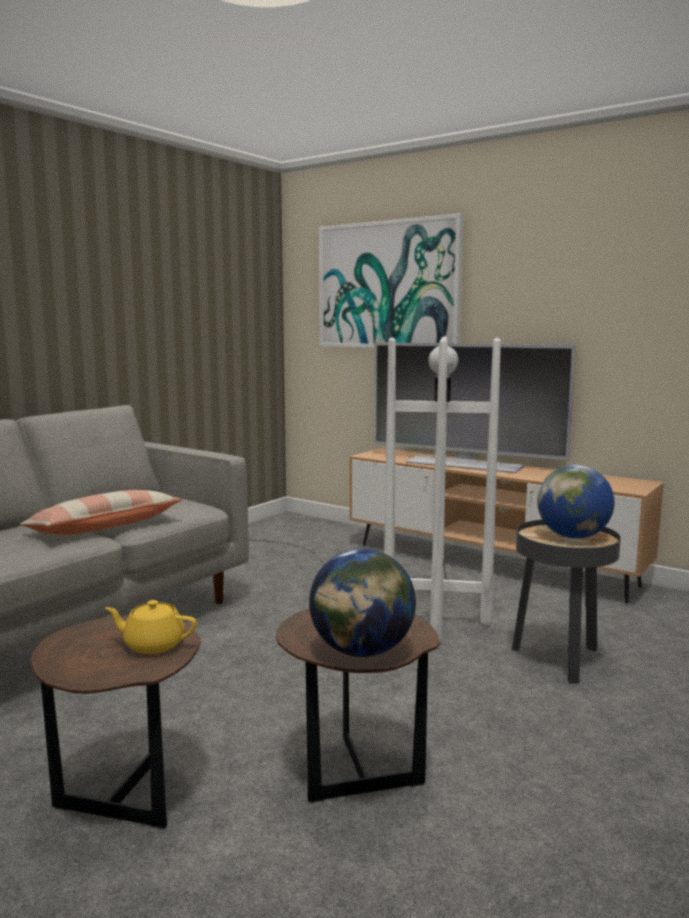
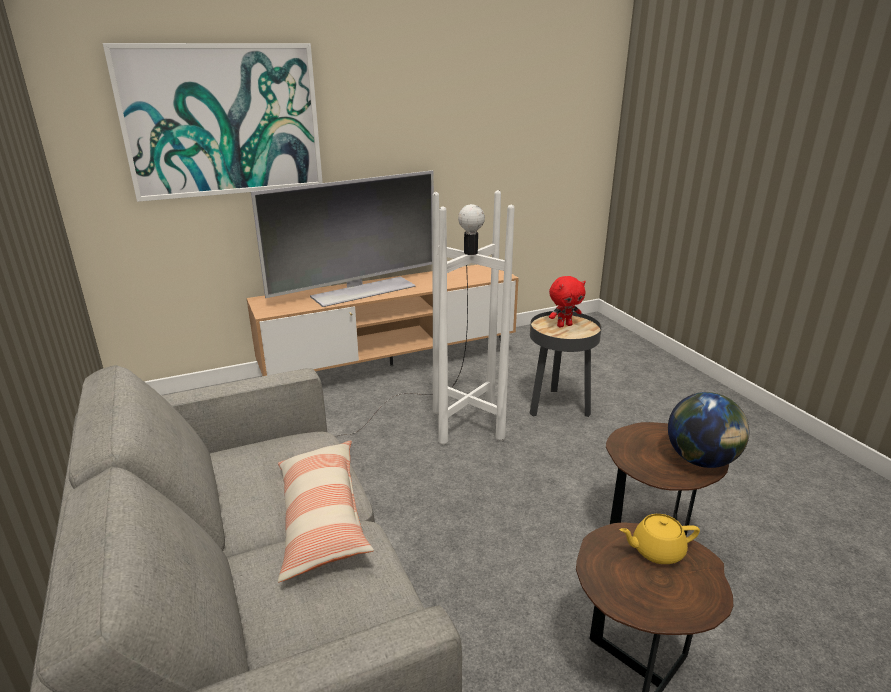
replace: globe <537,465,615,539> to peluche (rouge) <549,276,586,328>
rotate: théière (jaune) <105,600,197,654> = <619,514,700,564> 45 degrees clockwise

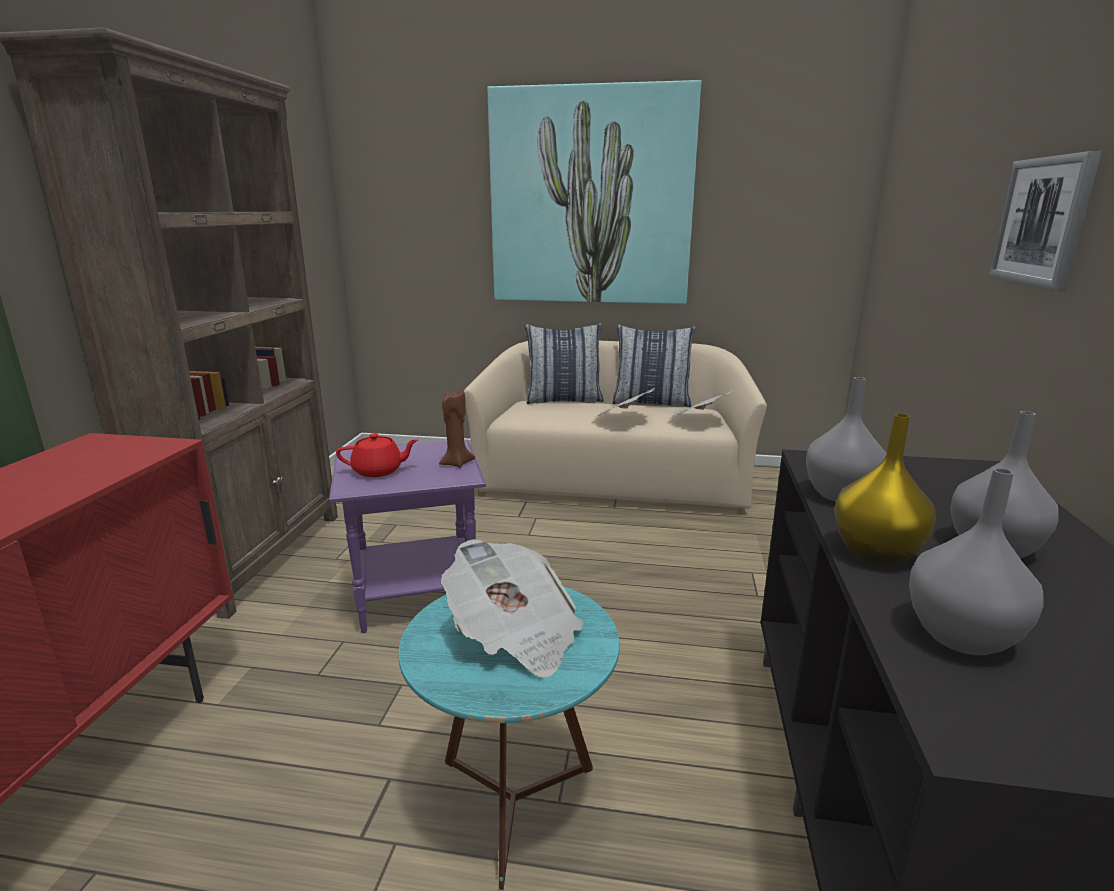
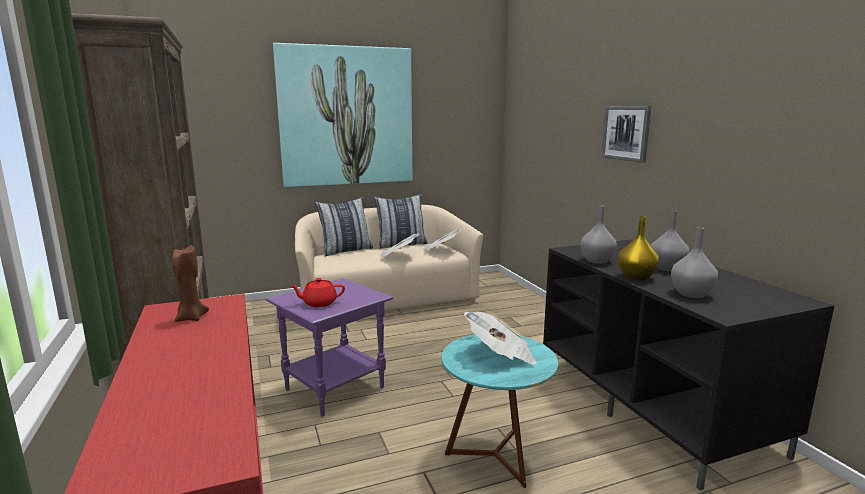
move: bougie (marron) <439,390,475,468> to <172,245,209,322>
rotate: théière (rouge) <336,433,418,477> = <289,278,345,307> 150 degrees counterclockwise

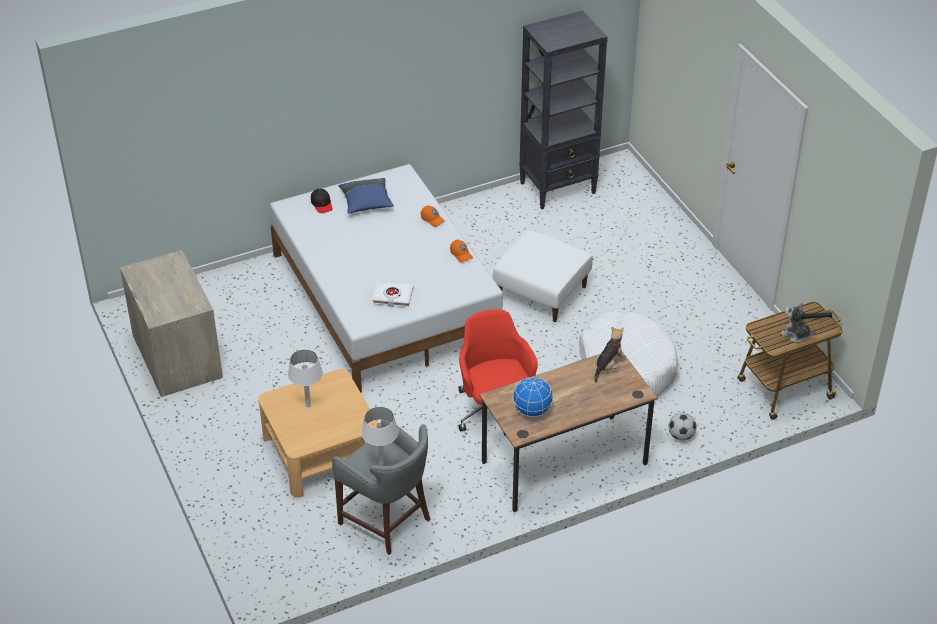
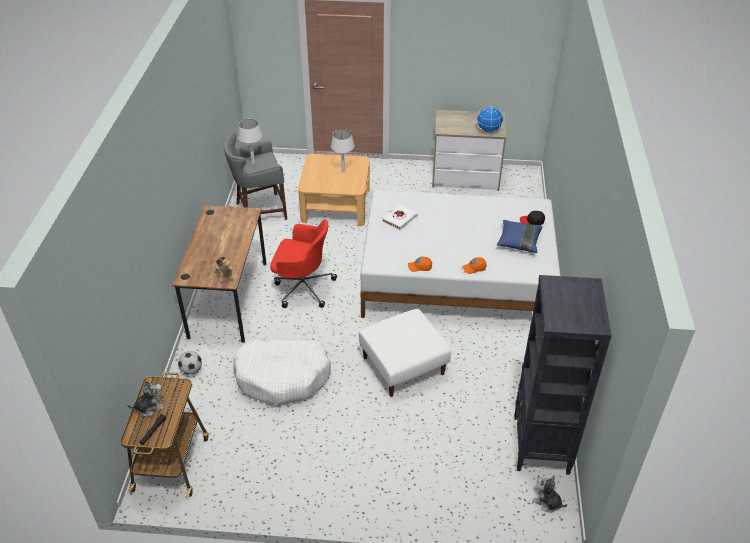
insert: peluche <533,475,567,513>
move: globe <513,377,553,417> to <477,106,503,133>

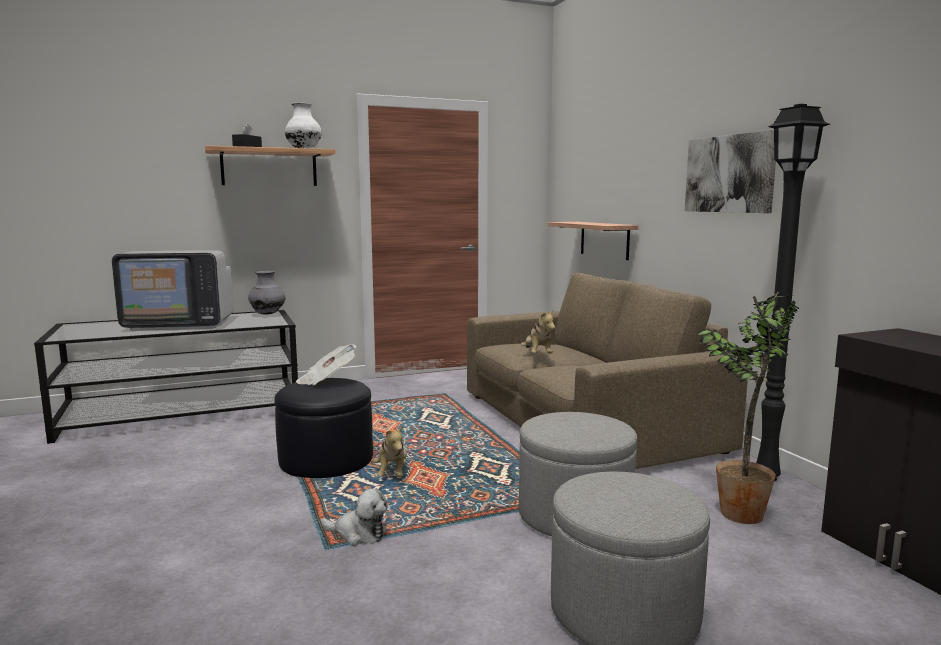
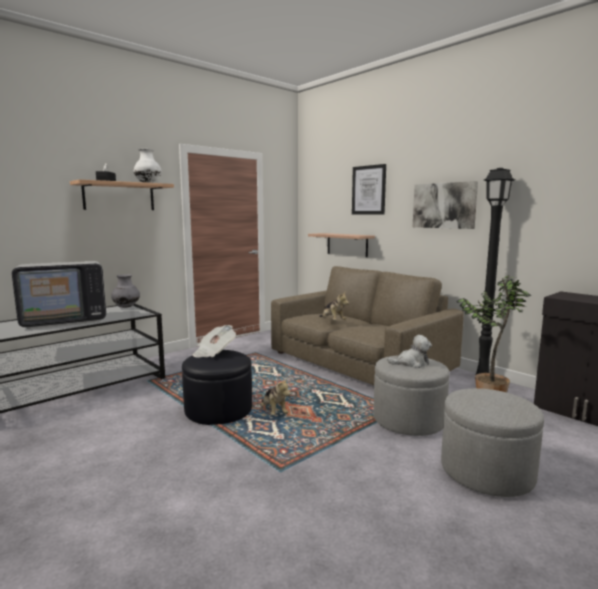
insert: tableau <352,164,386,215>
move: peluche <321,488,387,546> to <387,335,432,368>

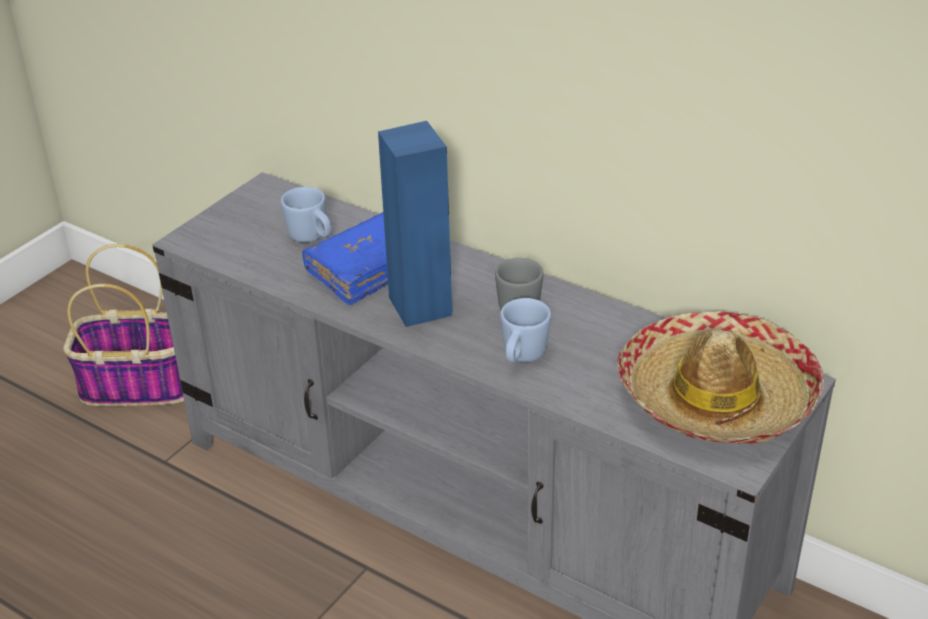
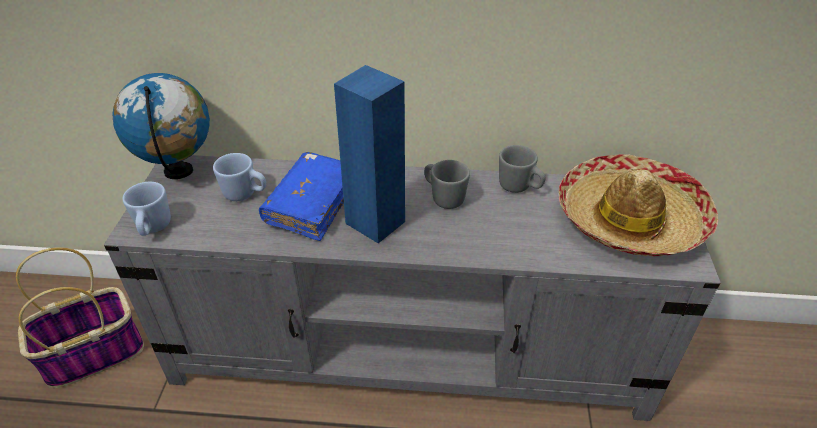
insert: globe <112,73,210,179>; mug (gris) <499,145,546,193>
move: mug (bleu) <500,298,551,362> to <122,182,171,236>

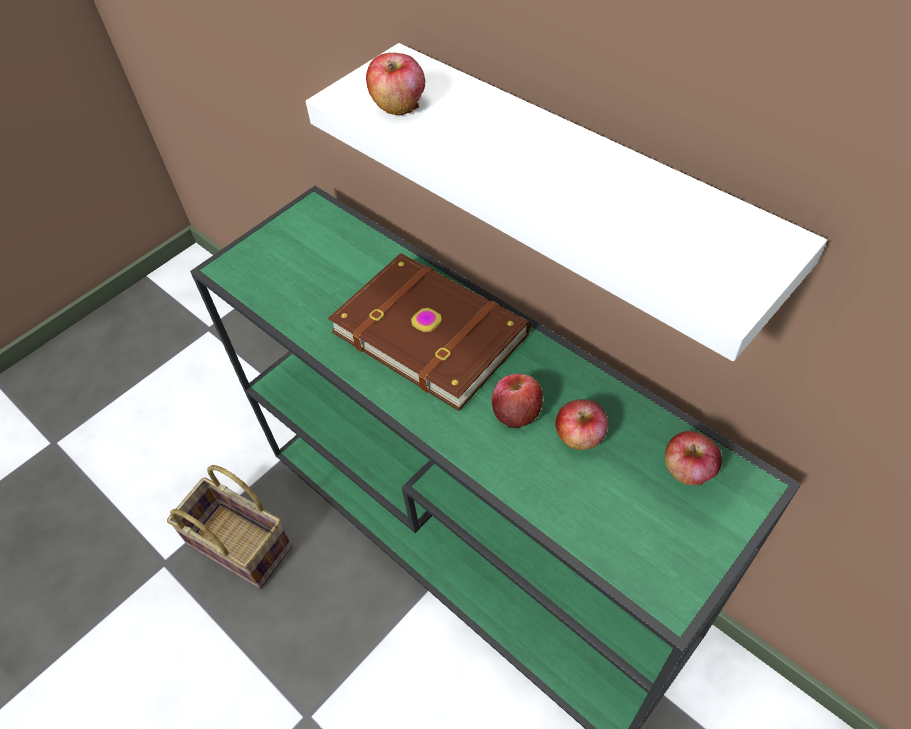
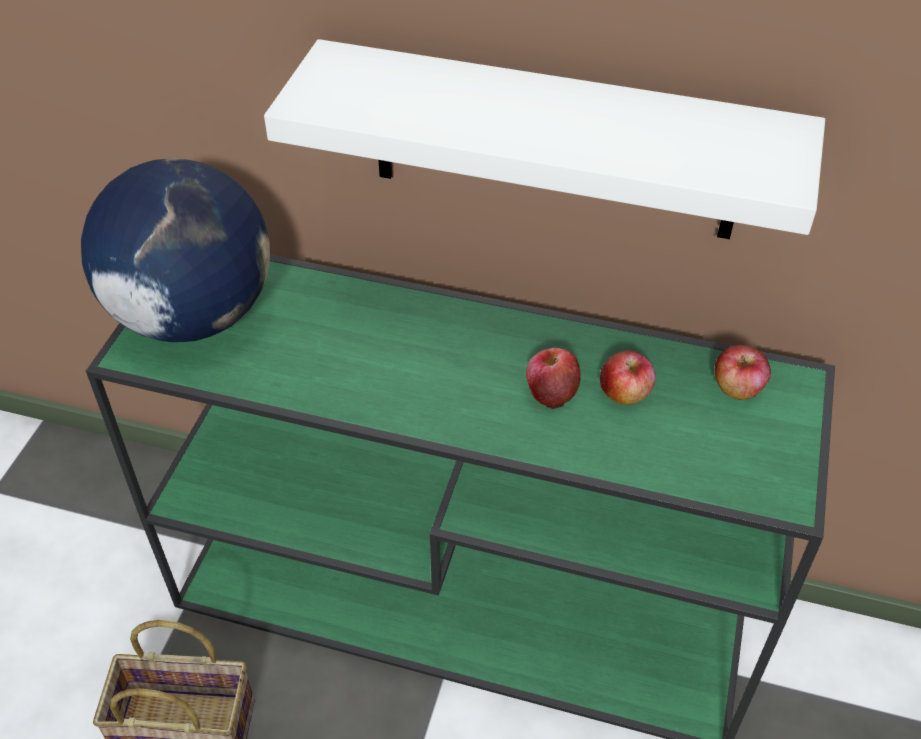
delete: livre (marron) <328,253,530,411>; pomme <366,53,425,115>
insert: globe <81,158,270,342>

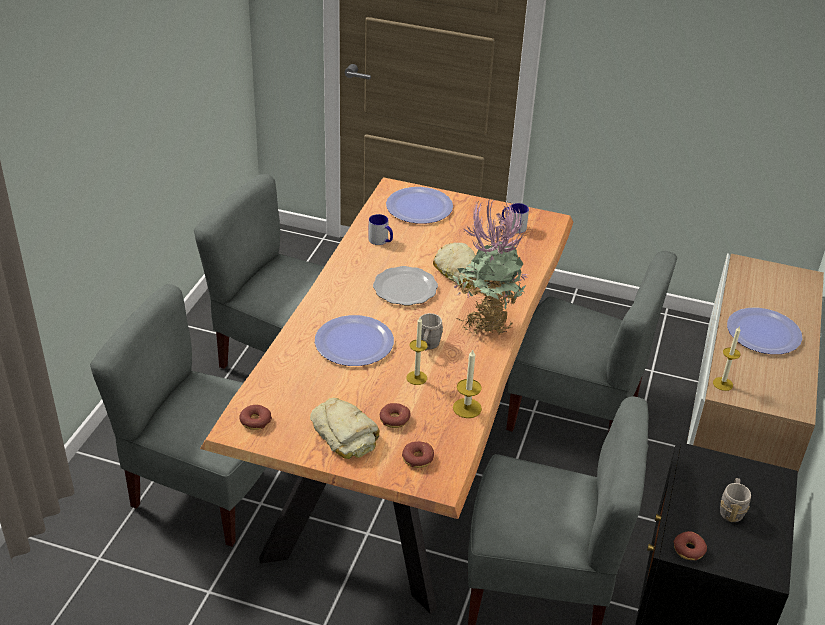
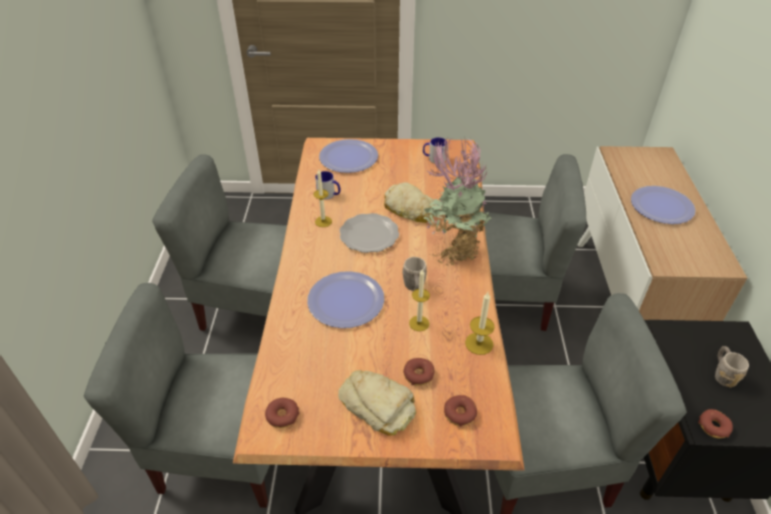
move: bougie <713,327,740,391> to <313,169,332,227>

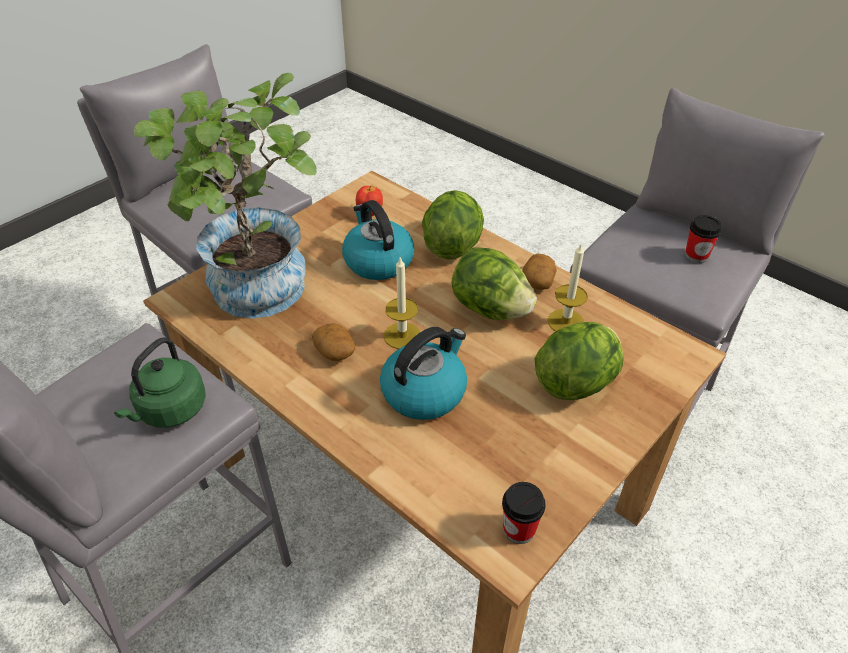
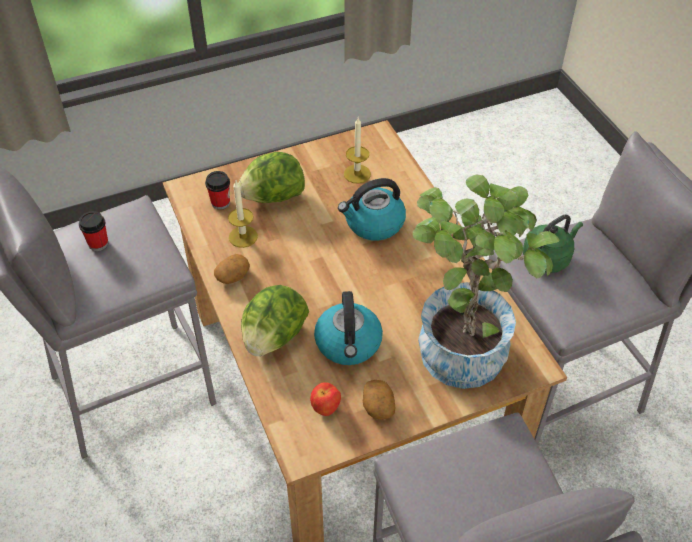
delete: laitue <451,247,537,320>
move: pomme de terre <312,323,355,361> to <363,380,395,420>; bougie <384,257,420,349> to <344,118,371,184>; tasse <502,482,546,544> to <205,171,230,210>

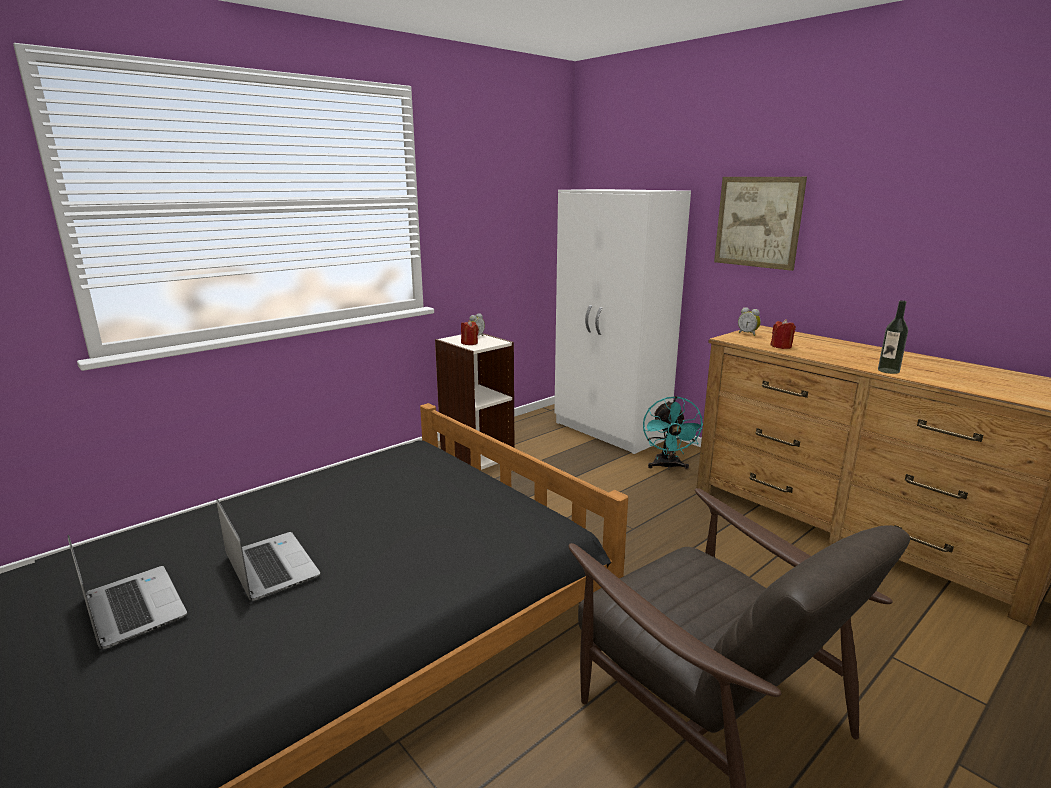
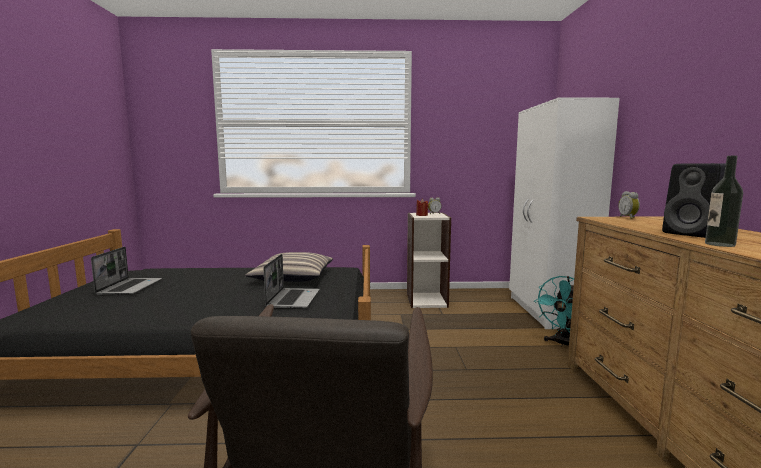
delete: tableau <714,177,807,271>; bougie (rouge) <771,319,796,349>
insert: coussin <245,252,333,282>; enceinte (noir) <662,163,726,238>
move: ordinateur portable <217,499,320,601> to <264,254,320,309>

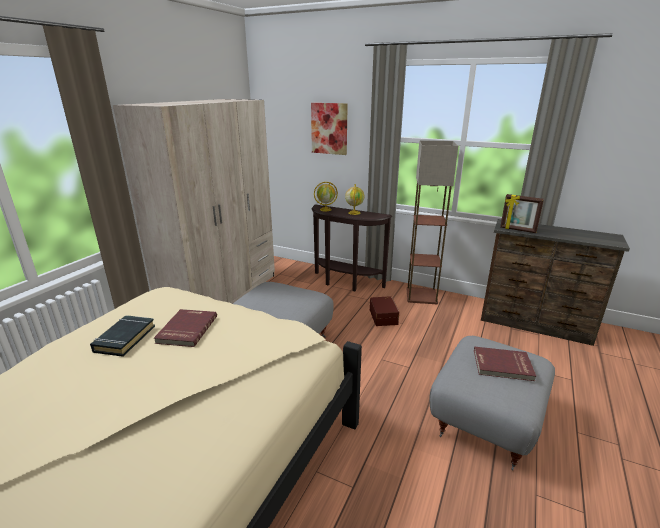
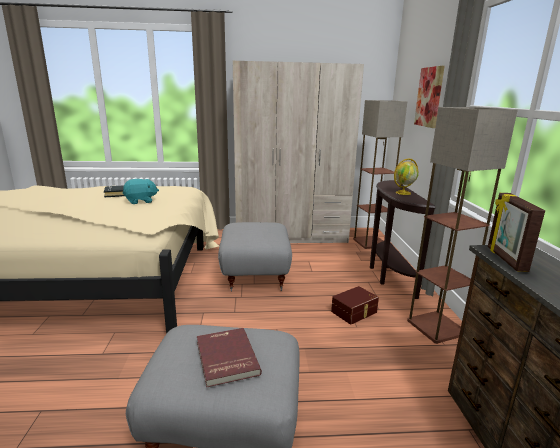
delete: globe <314,182,338,211>
insert: lampadaire <353,100,407,249>
replace: livre (rouge) <154,309,217,347> to peluche (turquoise) <122,179,159,204>

